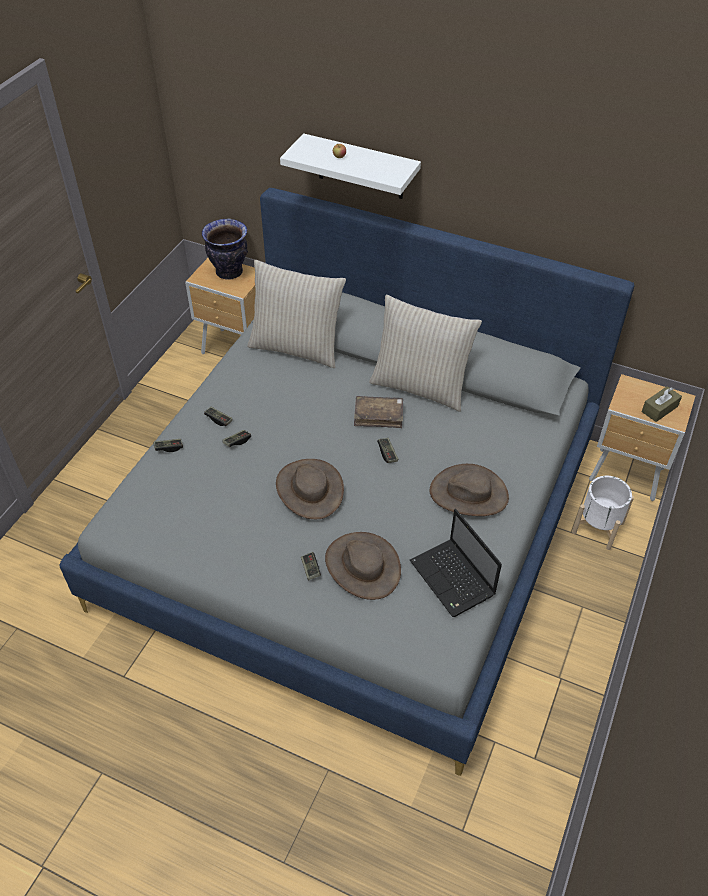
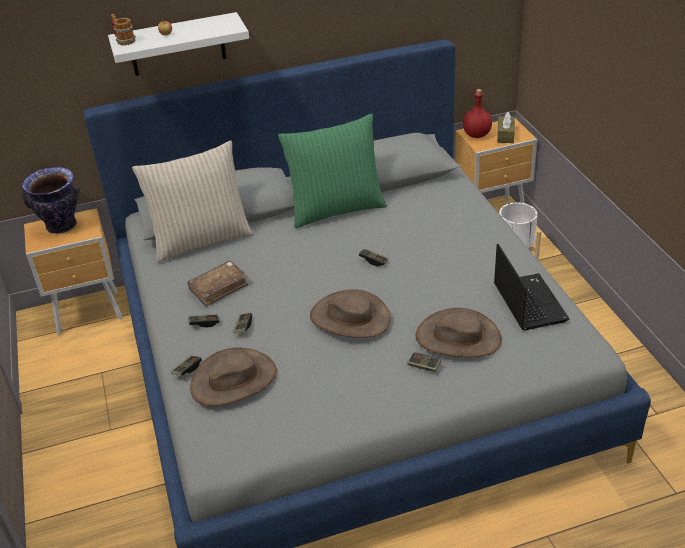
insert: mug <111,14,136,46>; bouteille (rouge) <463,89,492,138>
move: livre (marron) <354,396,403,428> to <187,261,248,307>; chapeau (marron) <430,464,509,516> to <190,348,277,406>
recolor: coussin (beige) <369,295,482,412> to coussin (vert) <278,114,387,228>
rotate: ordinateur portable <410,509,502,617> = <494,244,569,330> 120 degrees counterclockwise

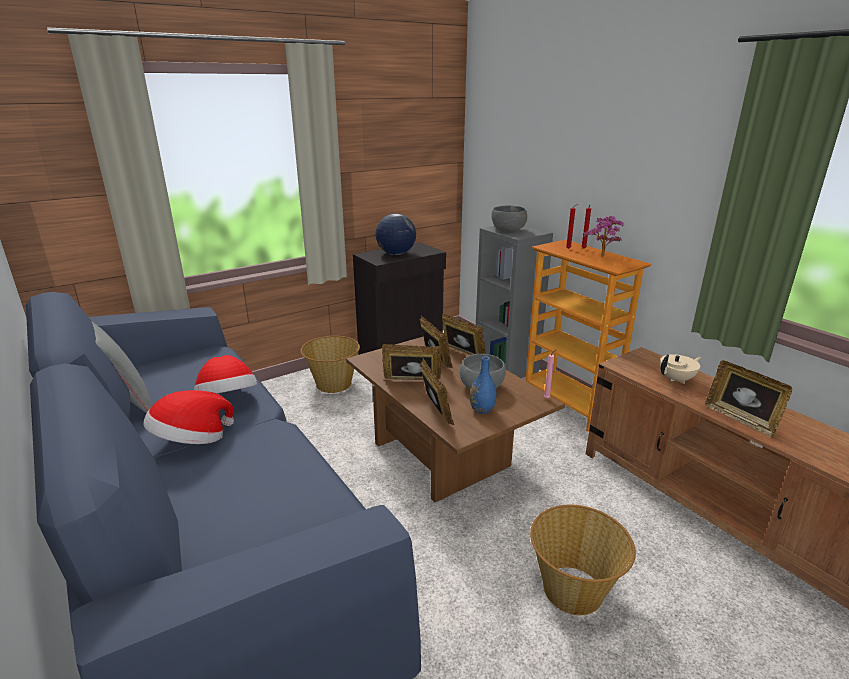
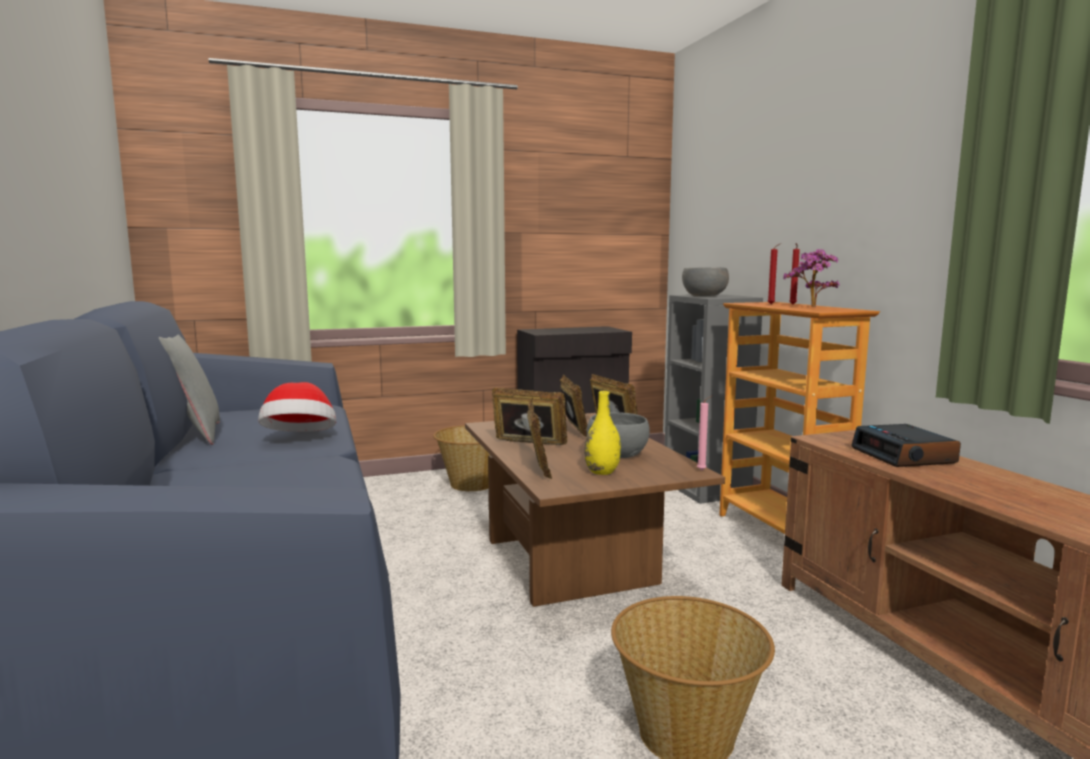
delete: chapeau <143,390,234,444>; globe <376,214,416,255>; cadre photo <705,361,792,437>
replace: théière (beige) <660,354,701,384> to réveil <851,424,961,467>
recolor: vase (bleu) <470,356,496,414> to vase (jaune) <584,391,621,475>

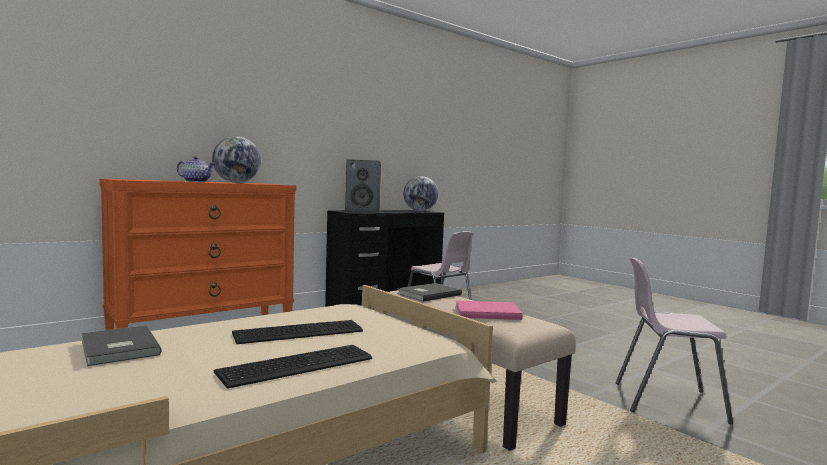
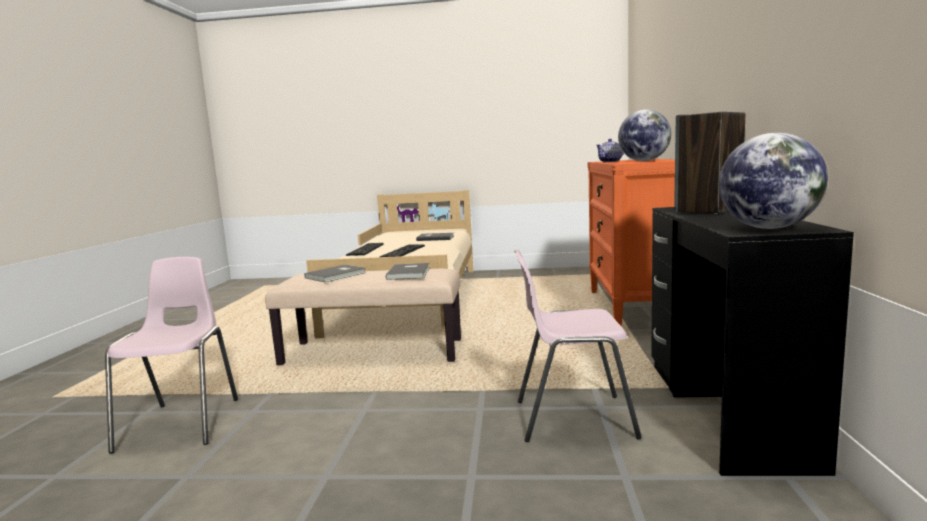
recolor: livre (rose) <455,300,523,320> to livre (gris) <304,265,366,282>
rotate: chaise (rose) <616,258,733,424> = <105,257,238,454> 60 degrees counterclockwise

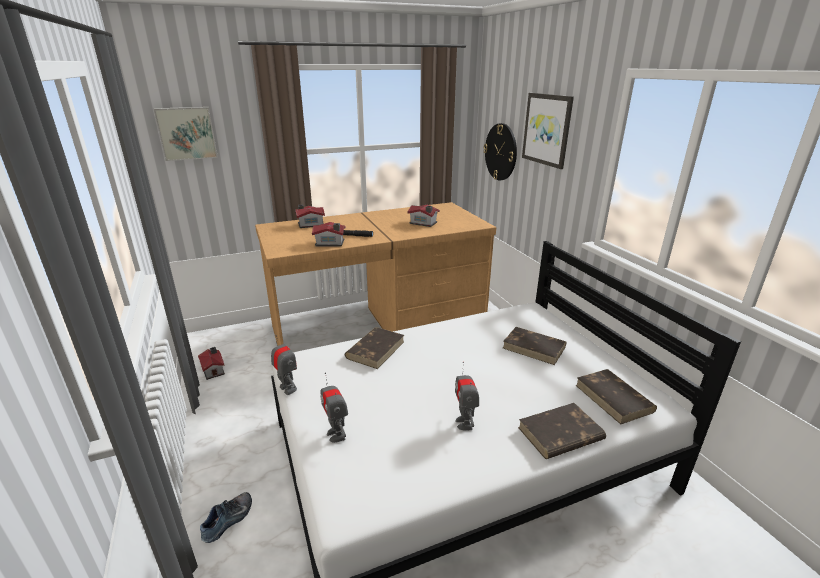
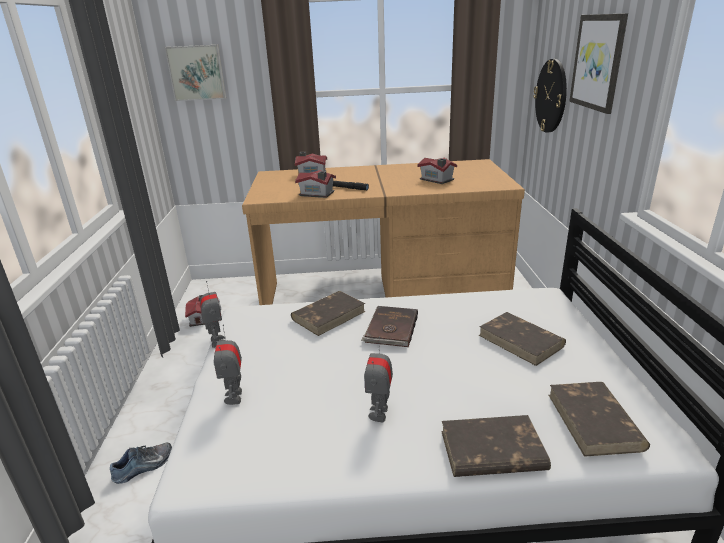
insert: livre (marron) <361,306,418,347>

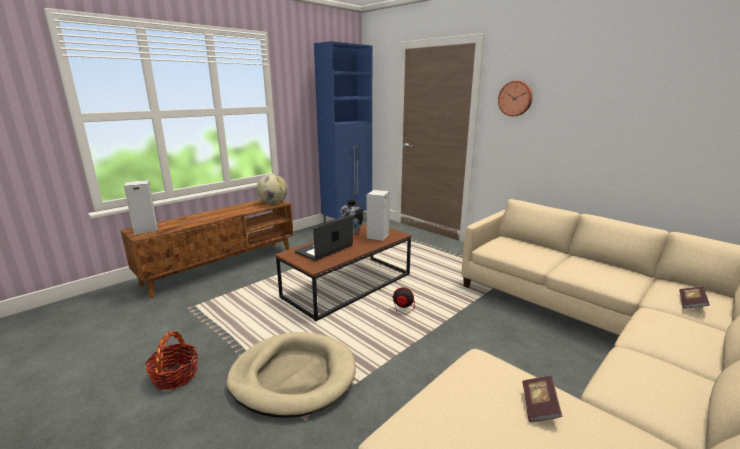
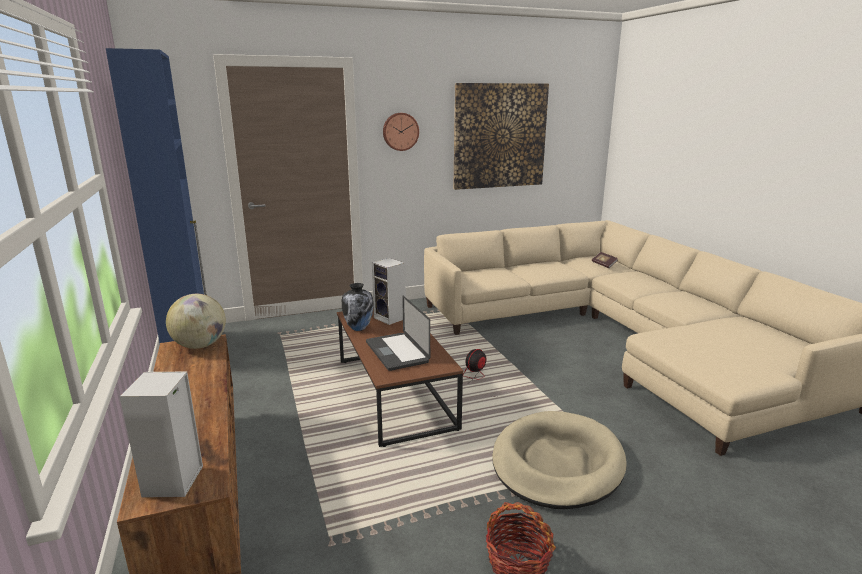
delete: livre <522,375,562,422>
insert: tableau <453,83,549,190>

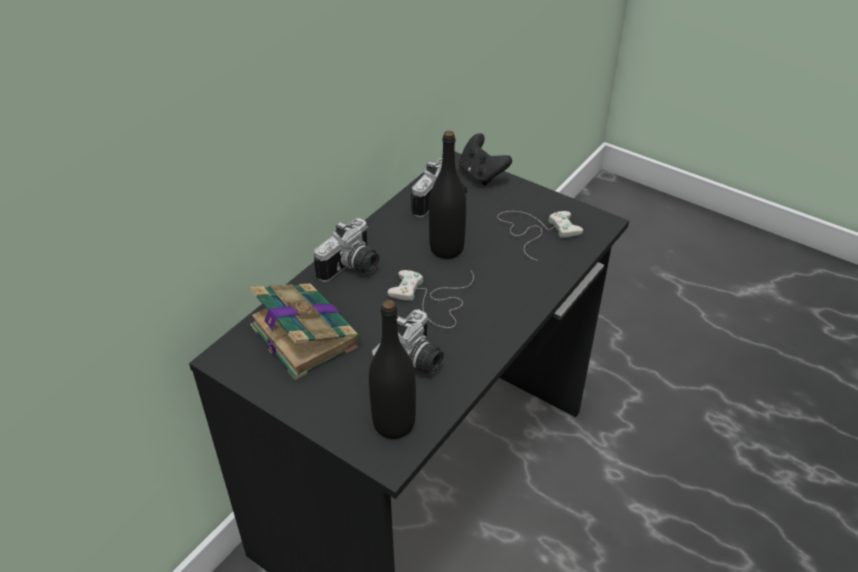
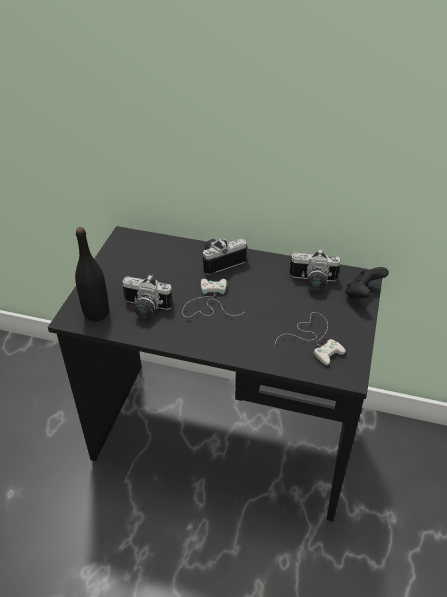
delete: livre <250,283,361,380>; bouteille (noir) <429,131,466,259>
rotate: appareil photo <314,218,379,282> = <202,238,248,275> 135 degrees clockwise

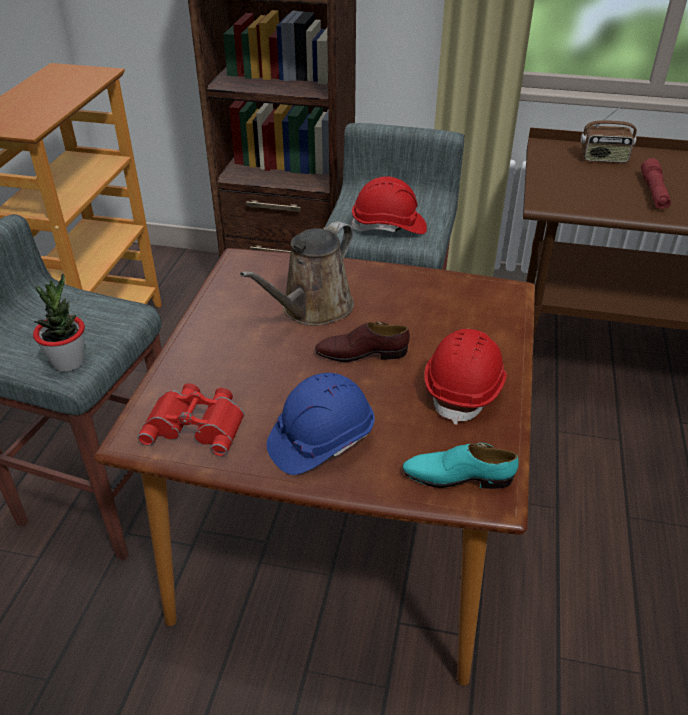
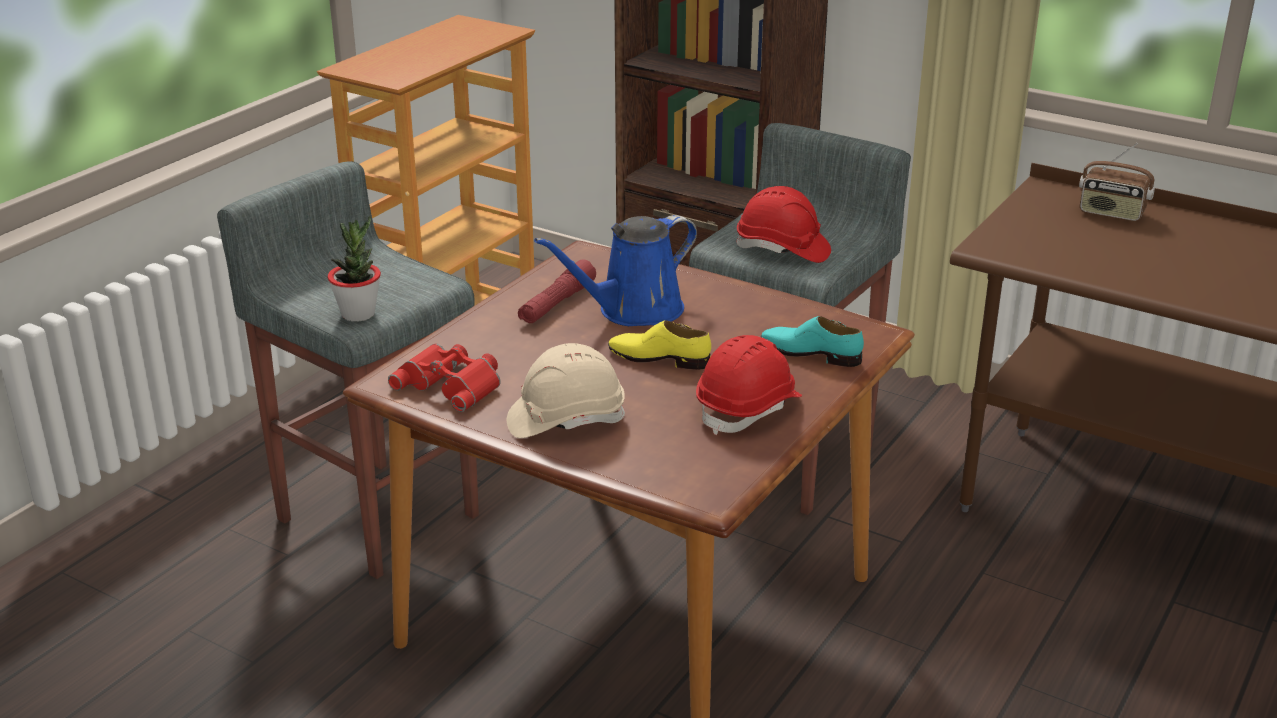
move: chaussure (turquoise) <402,443,518,489> to <761,316,864,367>; lampe de poche (rouge) <641,158,671,209> to <518,259,596,323>
recolor: arrosoir (marron) <240,221,354,326> to arrosoir (bleu) <534,215,697,326>; casque de chantier (bleu) <267,373,374,475> to casque de chantier (beige) <507,343,625,438>; chaussure (marron) <315,321,410,362> to chaussure (jaune) <608,320,711,370>

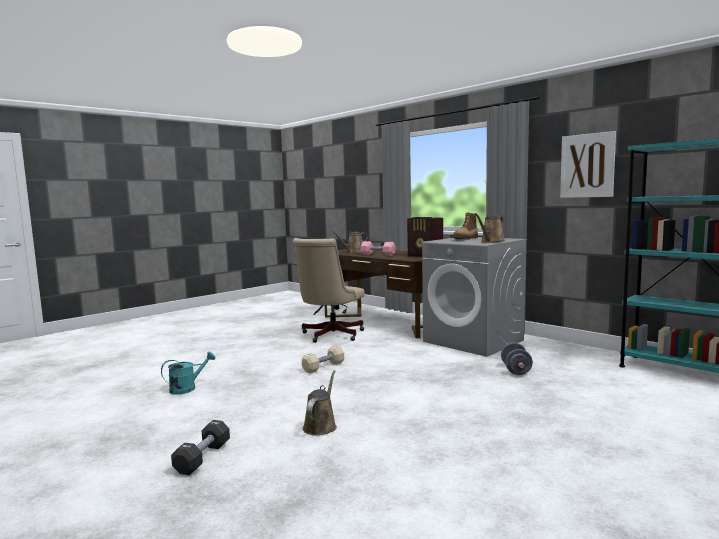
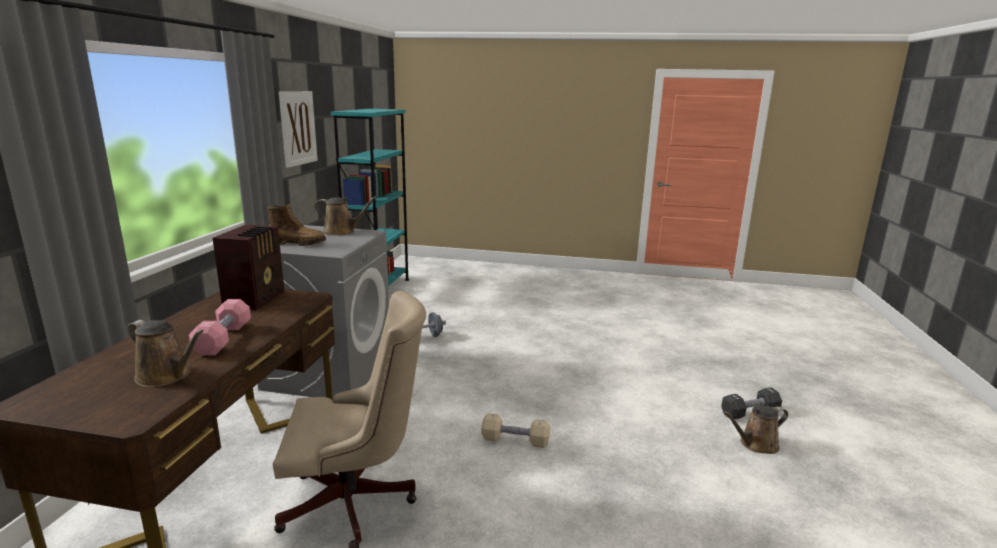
delete: arrosoir (turquoise) <161,351,215,395>
move: arrosoir (marron) <303,370,337,436> to <723,405,788,454>

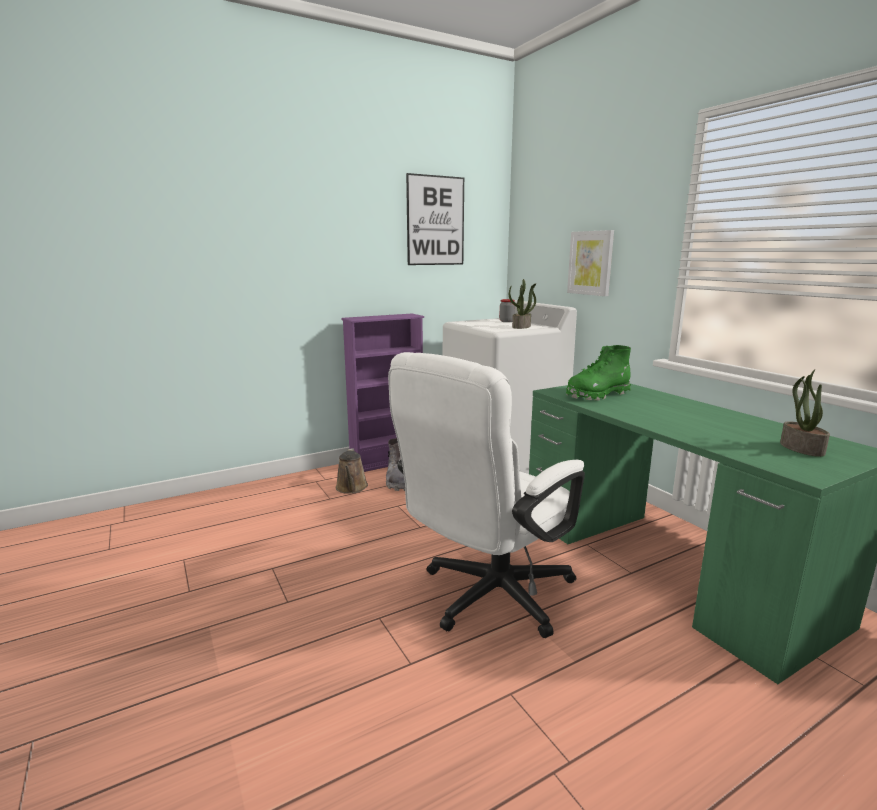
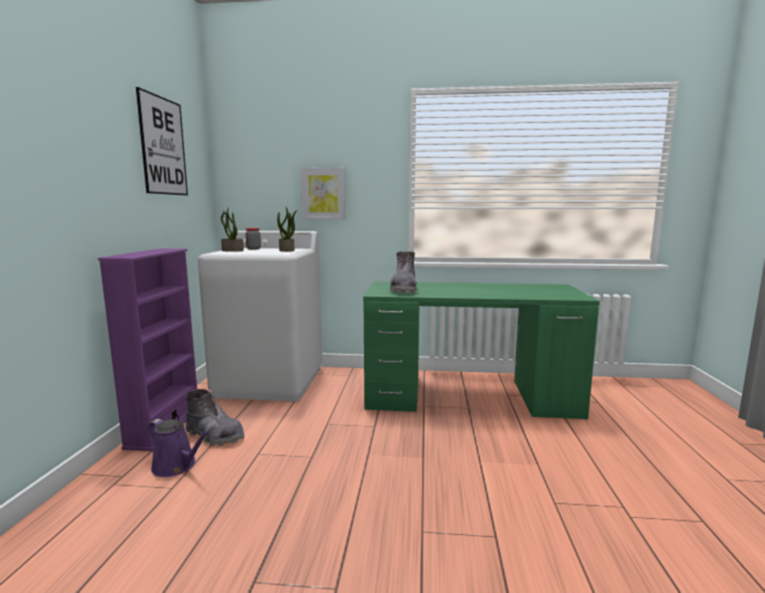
delete: chaise de bureau (blanc) <388,352,585,638>
move: plante en pot <780,369,830,457> to <221,207,244,252>
recolor: arrosoir (marron) <336,448,368,494> to arrosoir (violet) <148,419,210,477>; botte (vert) <566,345,631,400> to botte (gris) <390,251,417,293>

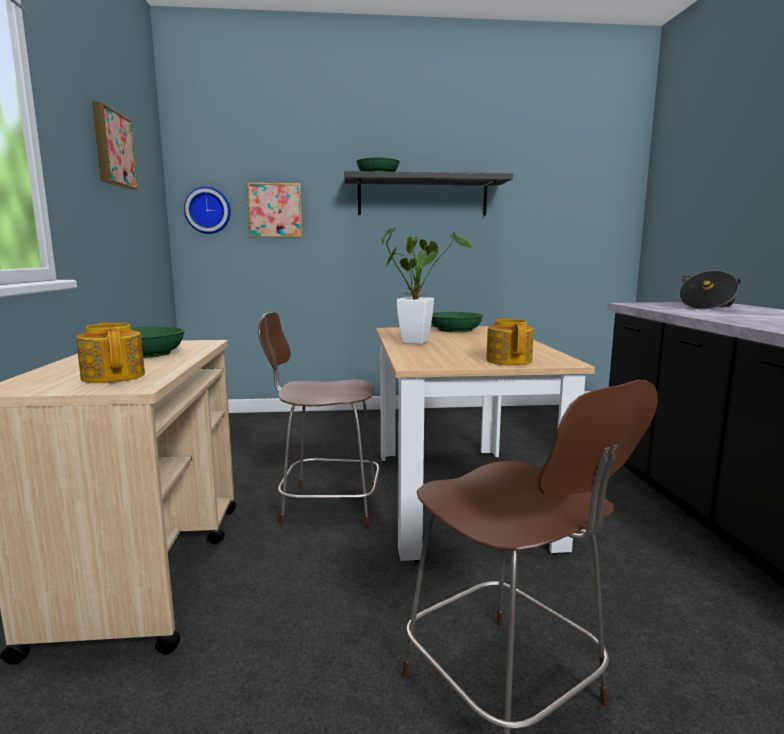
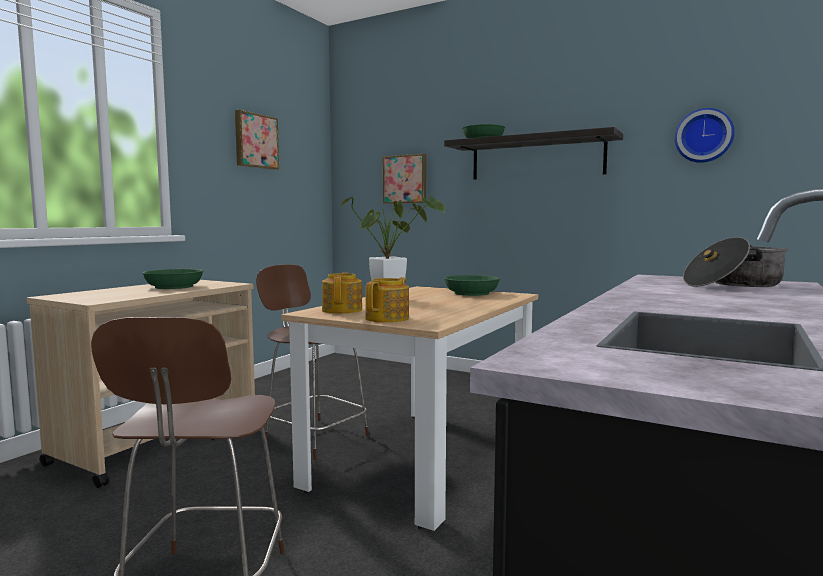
move: théière <76,322,145,383> to <322,272,362,314>; horloge murale <184,187,231,234> to <675,108,735,163>

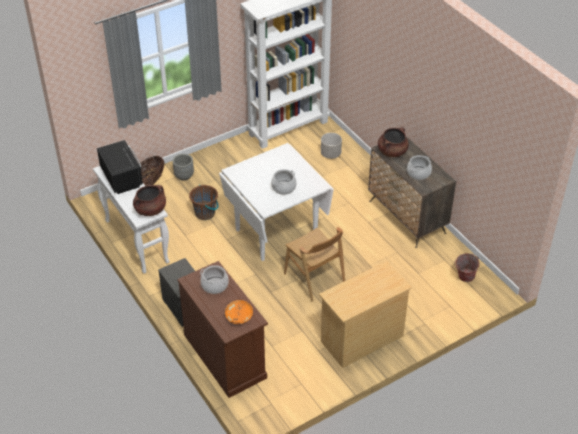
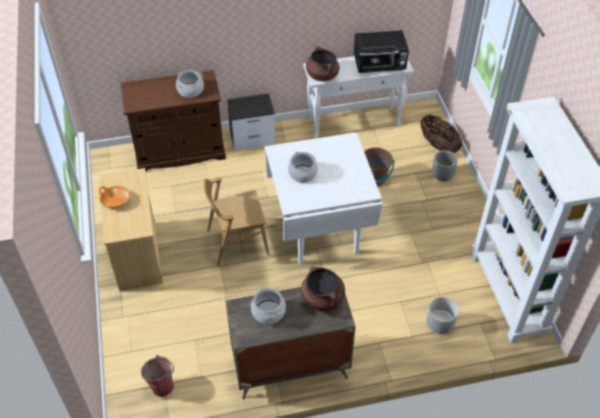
move: bol (orange) <225,300,253,325> to <99,186,130,208>

